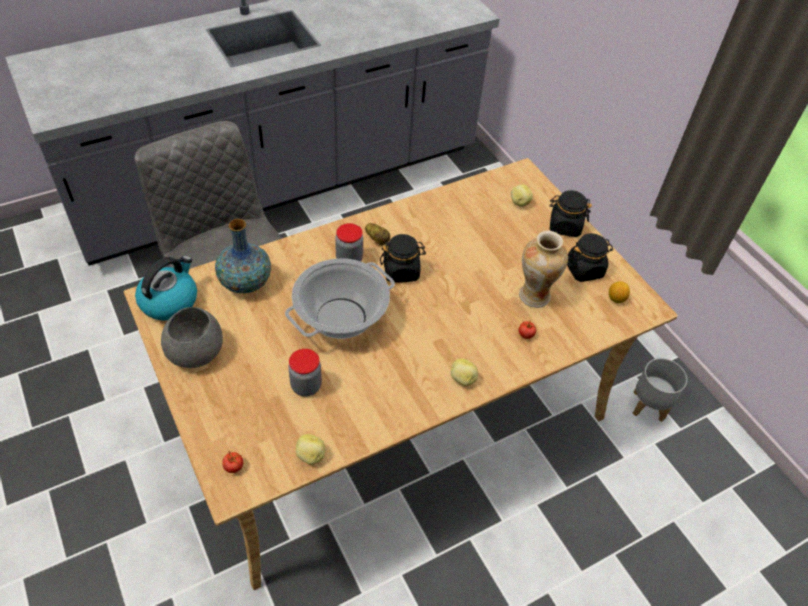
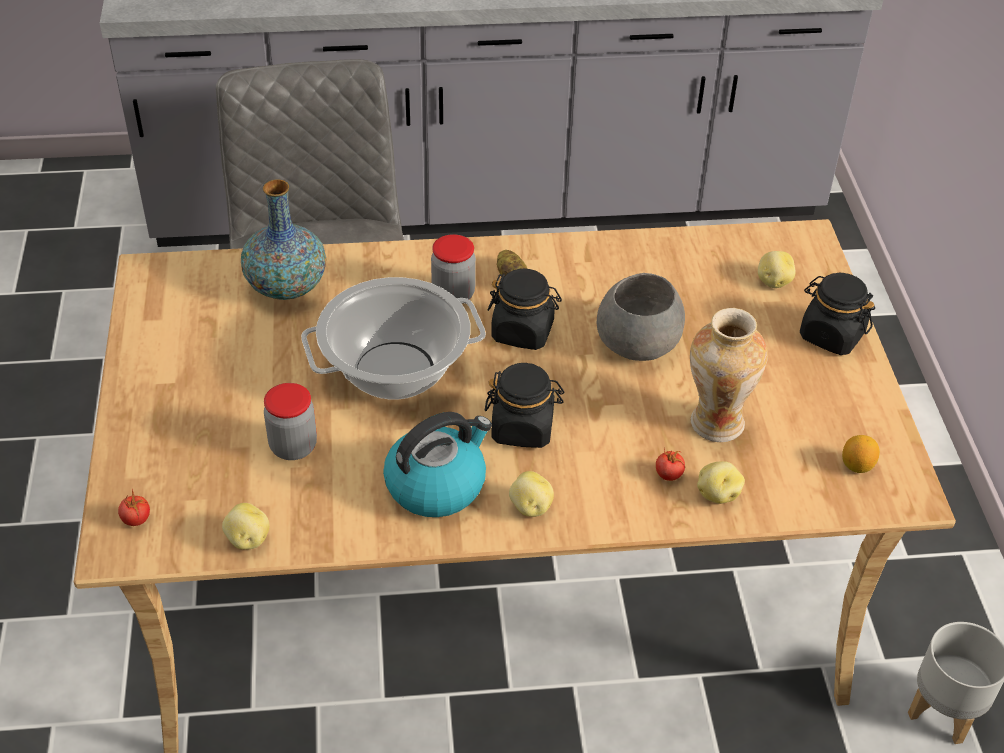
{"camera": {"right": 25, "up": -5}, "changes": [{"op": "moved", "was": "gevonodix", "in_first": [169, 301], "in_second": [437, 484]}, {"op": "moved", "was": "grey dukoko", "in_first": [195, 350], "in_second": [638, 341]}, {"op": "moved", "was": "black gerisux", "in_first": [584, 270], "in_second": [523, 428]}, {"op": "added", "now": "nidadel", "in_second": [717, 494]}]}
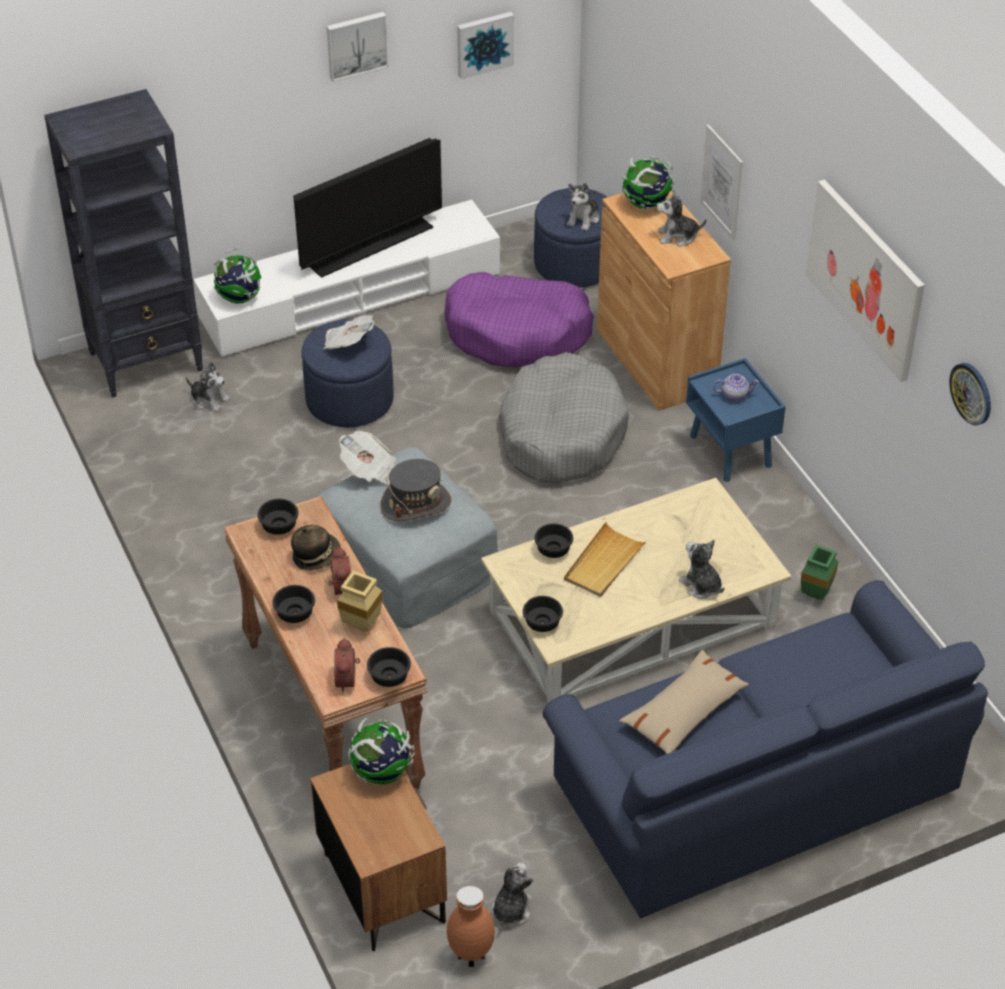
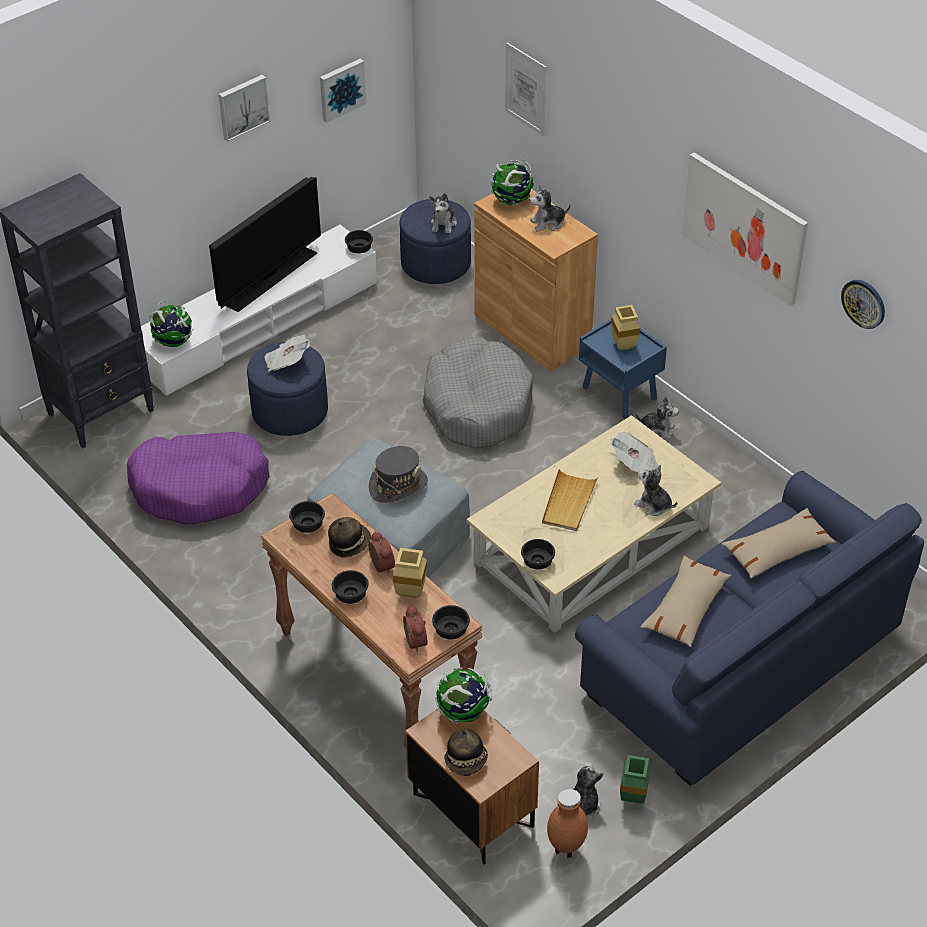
{"camera": {"right": -15, "up": 0}, "changes": [{"op": "moved", "was": "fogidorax", "in_first": [209, 400], "in_second": [657, 429]}, {"op": "moved", "was": "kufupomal", "in_first": [369, 470], "in_second": [635, 464]}, {"op": "moved", "was": "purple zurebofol", "in_first": [518, 333], "in_second": [200, 487]}, {"op": "moved", "was": "black dukoko", "in_first": [552, 550], "in_second": [358, 249]}, {"op": "moved", "was": "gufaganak", "in_first": [721, 182], "in_second": [526, 89]}, {"op": "replaced", "was": "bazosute", "now": "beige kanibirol", "in_first": [735, 395], "in_second": [622, 345]}, {"op": "moved", "was": "green kanibirol", "in_first": [815, 592], "in_second": [632, 796]}, {"op": "added", "now": "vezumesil", "in_second": [466, 761]}, {"op": "added", "now": "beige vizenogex", "in_second": [777, 551]}]}
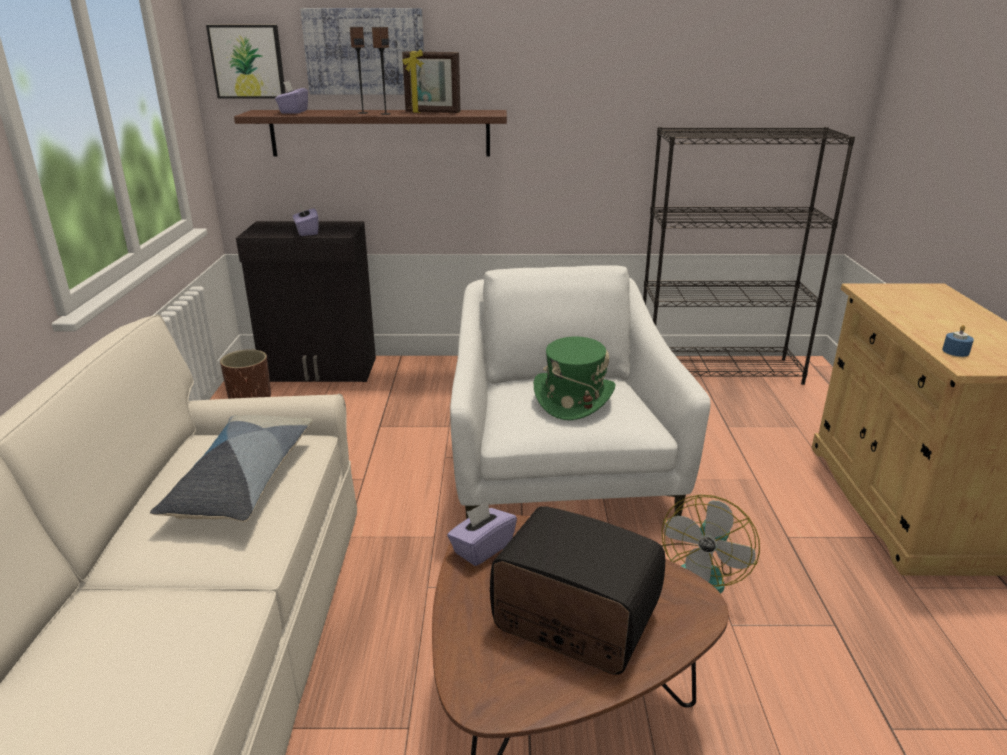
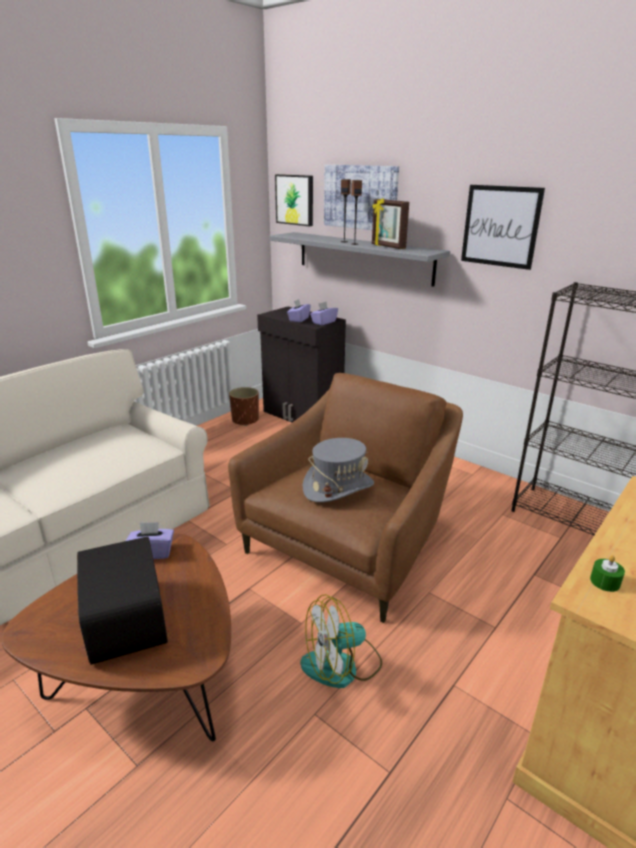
{"camera": {"right": 40, "up": 0}, "changes": [{"op": "removed", "was": "vizenogex", "in_first": [242, 480]}, {"op": "recoloured", "was": "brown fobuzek", "now": "grey fobuzek", "in_first": [380, 133], "in_second": [363, 257]}, {"op": "moved", "was": "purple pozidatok", "in_first": [293, 112], "in_second": [323, 322]}, {"op": "recoloured", "was": "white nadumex", "now": "brown nadumex", "in_first": [559, 472], "in_second": [351, 543]}, {"op": "recoloured", "was": "green vezumesil", "now": "grey vezumesil", "in_first": [573, 398], "in_second": [338, 487]}, {"op": "recoloured", "was": "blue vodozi", "now": "green vodozi", "in_first": [955, 351], "in_second": [605, 582]}, {"op": "added", "now": "gufaganak", "in_second": [500, 226]}]}
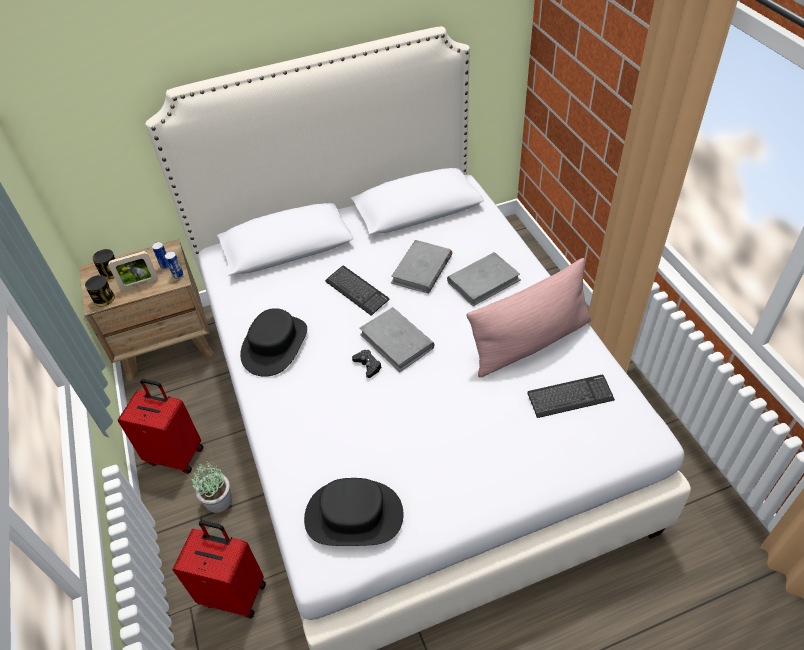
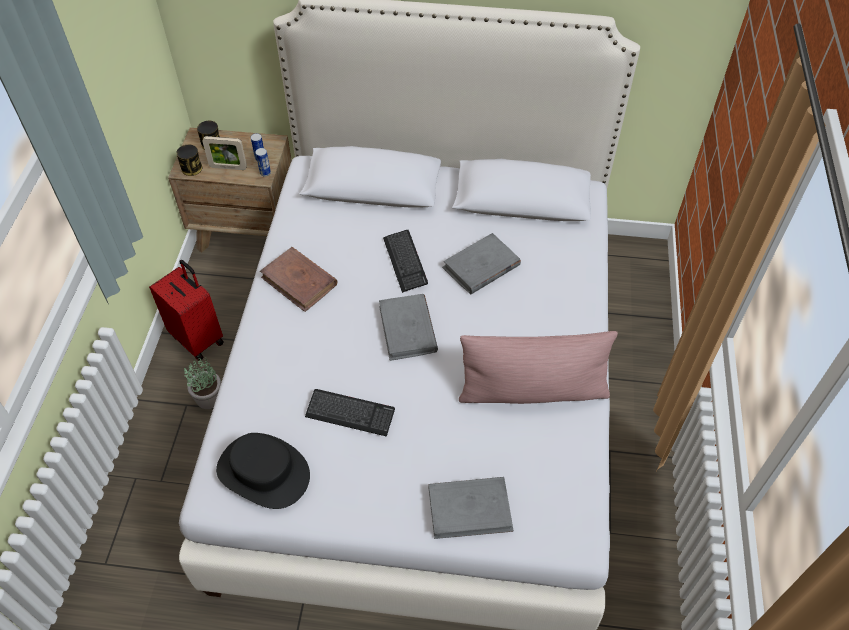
{"camera": {"right": 25, "up": 5}, "changes": [{"op": "removed", "was": "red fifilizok", "in_first": [234, 592]}, {"op": "replaced", "was": "black vezumesil", "now": "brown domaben", "in_first": [274, 345], "in_second": [299, 281]}, {"op": "removed", "was": "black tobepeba", "in_first": [368, 365]}, {"op": "moved", "was": "grey domaben", "in_first": [483, 281], "in_second": [470, 509]}, {"op": "moved", "was": "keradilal", "in_first": [570, 397], "in_second": [350, 413]}]}
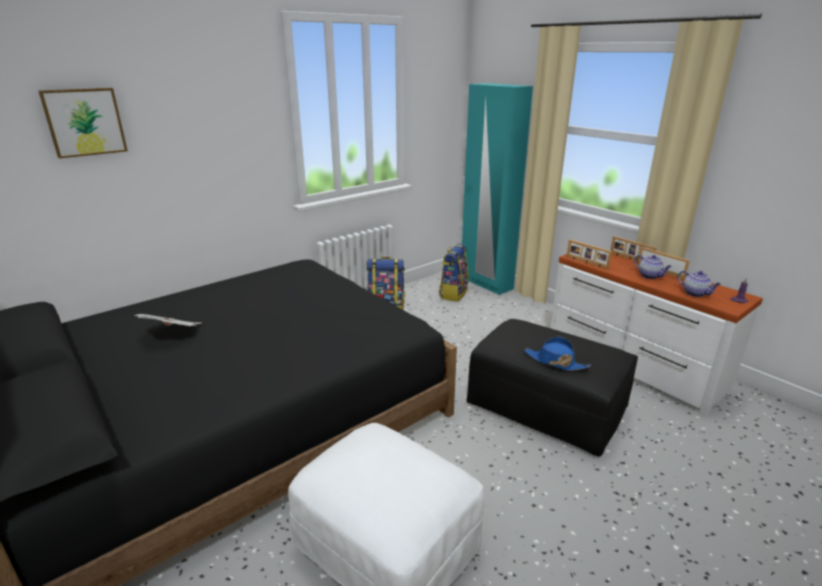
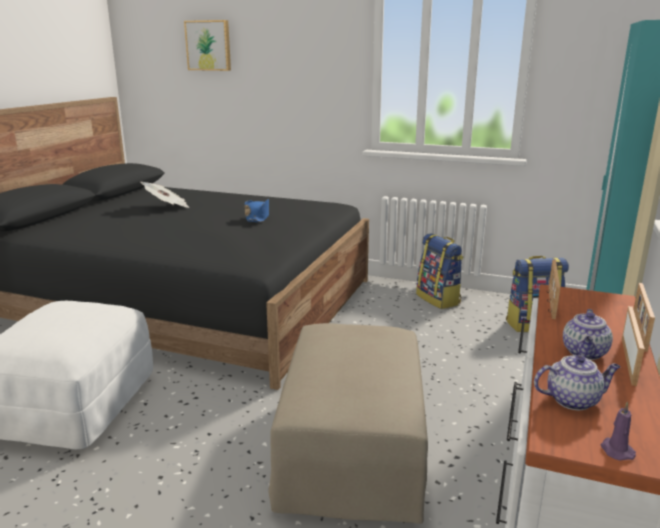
{"camera": {"right": 60, "up": -5}, "changes": [{"op": "recoloured", "was": "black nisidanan", "now": "beige nisidanan", "in_first": [546, 406], "in_second": [352, 449]}, {"op": "moved", "was": "blue vezumesil", "in_first": [555, 362], "in_second": [257, 217]}, {"op": "turned", "was": "bazosute", "in_first": [695, 293], "in_second": [573, 400], "clockwise": -120}]}
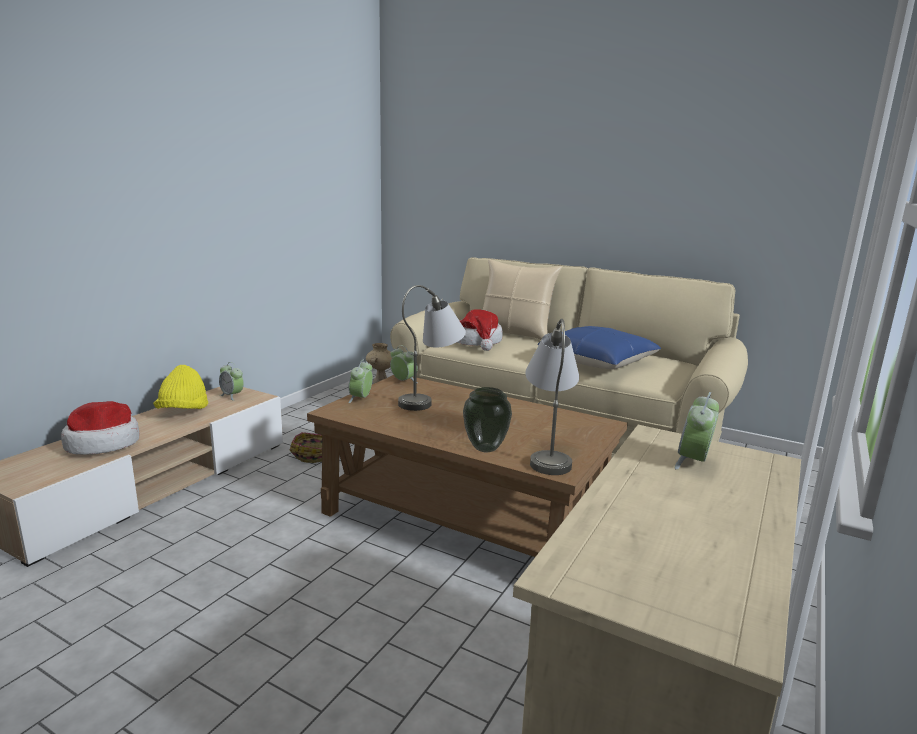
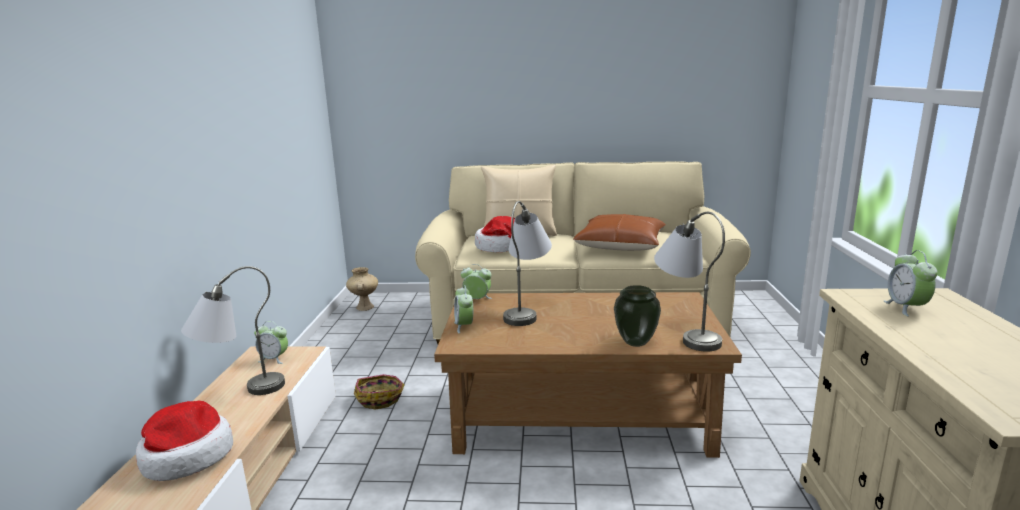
{"camera": {"right": -25, "up": 0}, "changes": [{"op": "replaced", "was": "yellow vezumesil", "now": "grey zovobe", "in_first": [183, 412], "in_second": [240, 392]}, {"op": "recoloured", "was": "blue vizenogex", "now": "brown vizenogex", "in_first": [597, 361], "in_second": [620, 245]}]}
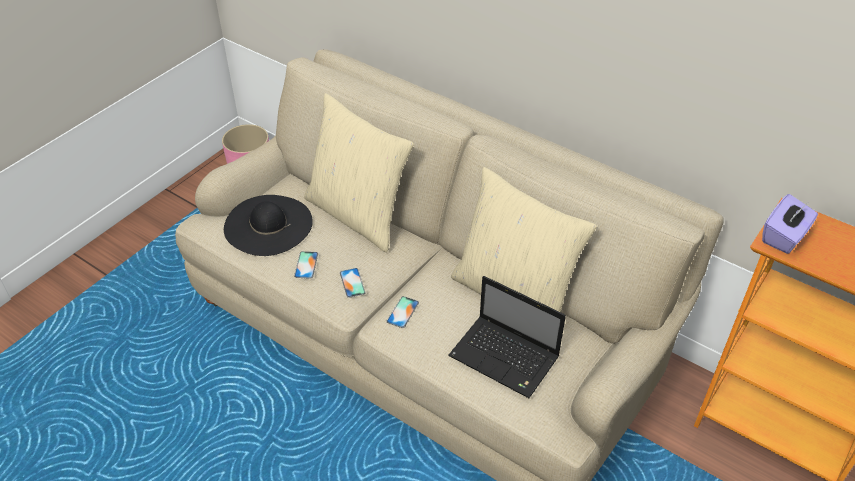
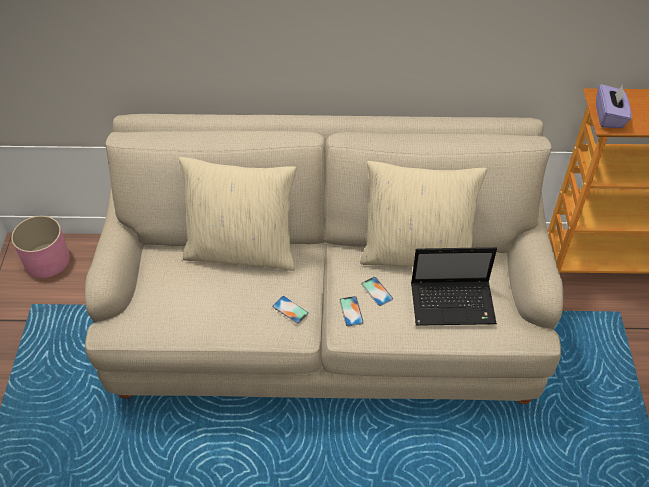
{"camera": {"right": -35, "up": 5}, "changes": [{"op": "removed", "was": "black vezumesil", "in_first": [268, 225]}, {"op": "moved", "was": "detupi", "in_first": [306, 265], "in_second": [377, 291]}]}
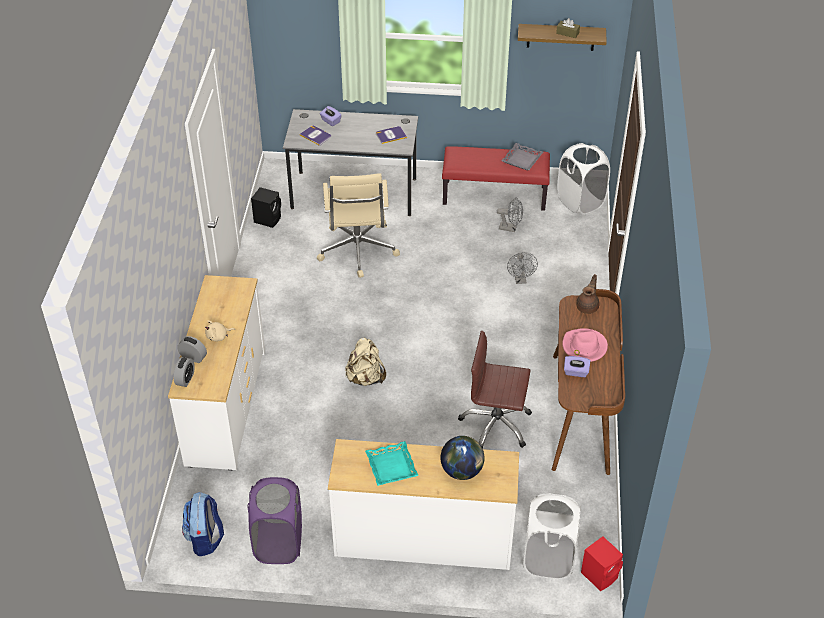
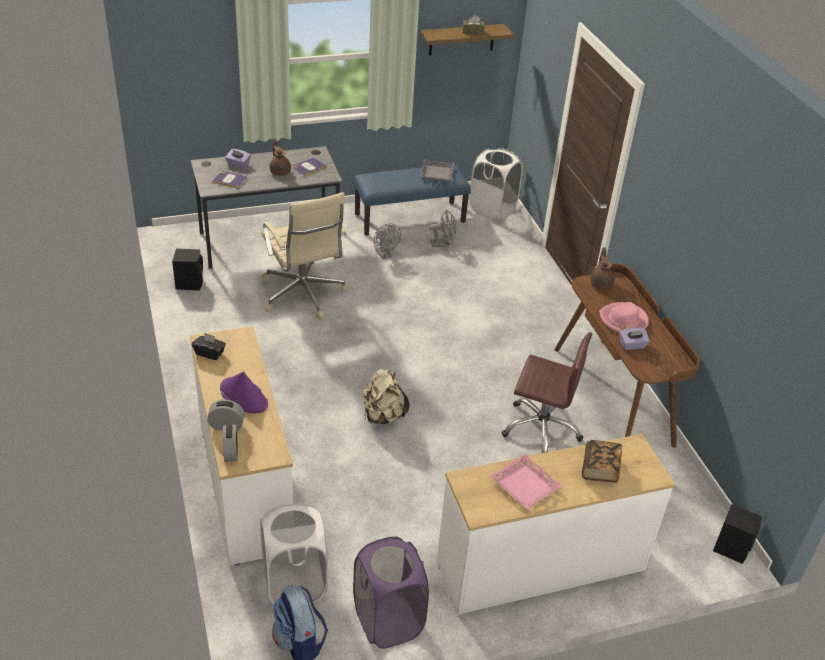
{"camera": {"right": -25, "up": -5}, "changes": [{"op": "replaced", "was": "beige fogidorax", "now": "purple vezumesil", "in_first": [218, 336], "in_second": [244, 396]}, {"op": "recoloured", "was": "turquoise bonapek", "now": "pink bonapek", "in_first": [392, 466], "in_second": [525, 485]}, {"op": "replaced", "was": "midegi", "now": "domaben", "in_first": [462, 471], "in_second": [600, 469]}, {"op": "recoloured", "was": "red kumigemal", "now": "blue kumigemal", "in_first": [495, 195], "in_second": [410, 218]}, {"op": "turned", "was": "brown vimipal", "in_first": [496, 425], "in_second": [541, 428], "clockwise": -150}, {"op": "moved", "was": "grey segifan", "in_first": [520, 280], "in_second": [385, 255]}, {"op": "moved", "was": "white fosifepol", "in_first": [548, 559], "in_second": [294, 584]}, {"op": "recoloured", "was": "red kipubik", "now": "black kipubik", "in_first": [600, 575], "in_second": [731, 547]}, {"op": "added", "now": "black pozidatok", "in_second": [209, 353]}, {"op": "added", "now": "brown bazosute", "in_second": [280, 171]}]}
